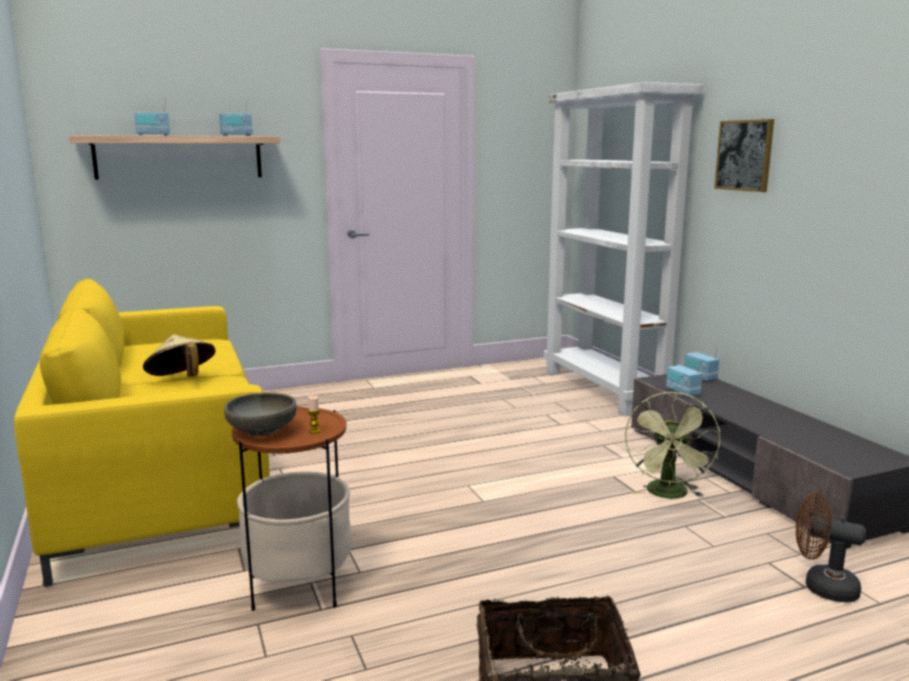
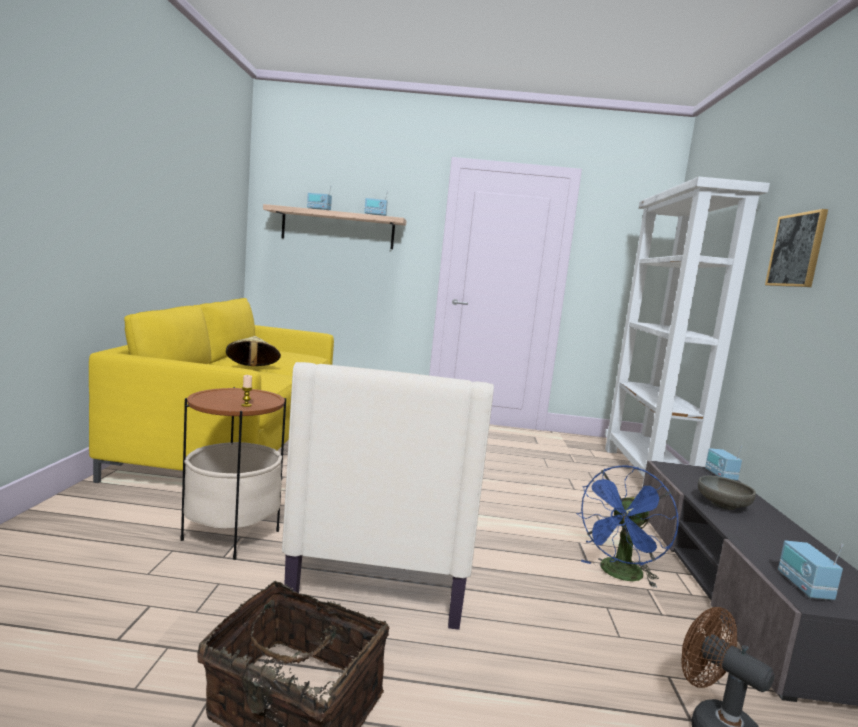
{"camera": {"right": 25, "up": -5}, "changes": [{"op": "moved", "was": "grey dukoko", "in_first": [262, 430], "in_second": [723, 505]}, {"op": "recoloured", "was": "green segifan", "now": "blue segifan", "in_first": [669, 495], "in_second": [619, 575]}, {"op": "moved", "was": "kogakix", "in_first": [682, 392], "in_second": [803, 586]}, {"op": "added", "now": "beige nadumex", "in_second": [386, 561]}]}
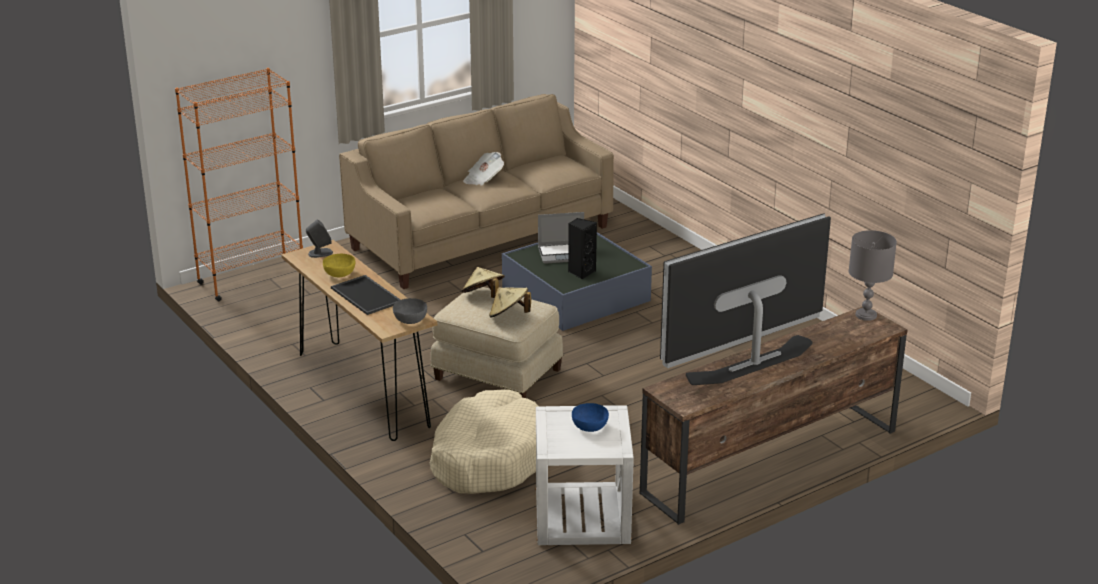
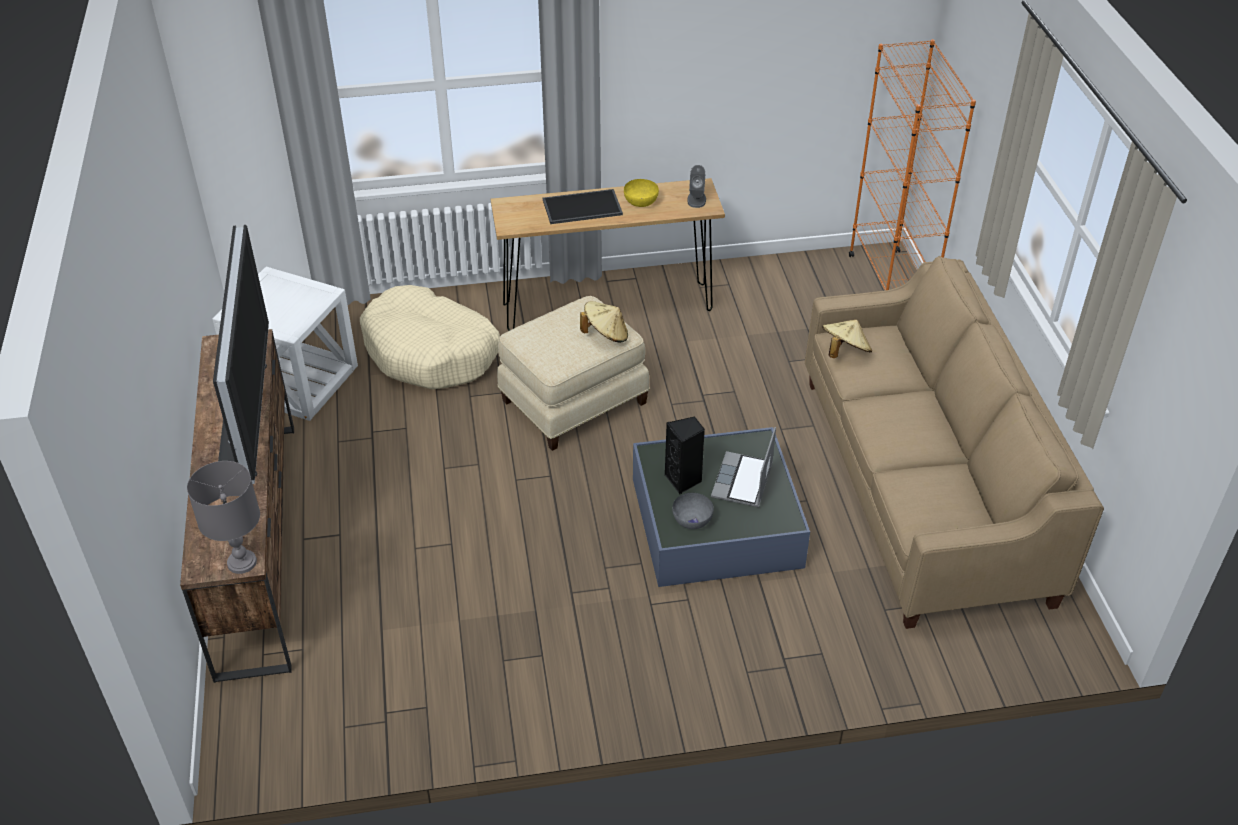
{"camera": {"right": 115, "up": 15}, "changes": [{"op": "moved", "was": "grey dukoko", "in_first": [410, 320], "in_second": [692, 519]}, {"op": "removed", "was": "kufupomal", "in_first": [483, 179]}, {"op": "moved", "was": "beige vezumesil", "in_first": [509, 315], "in_second": [844, 352]}, {"op": "removed", "was": "blue dukoko", "in_first": [589, 427]}]}
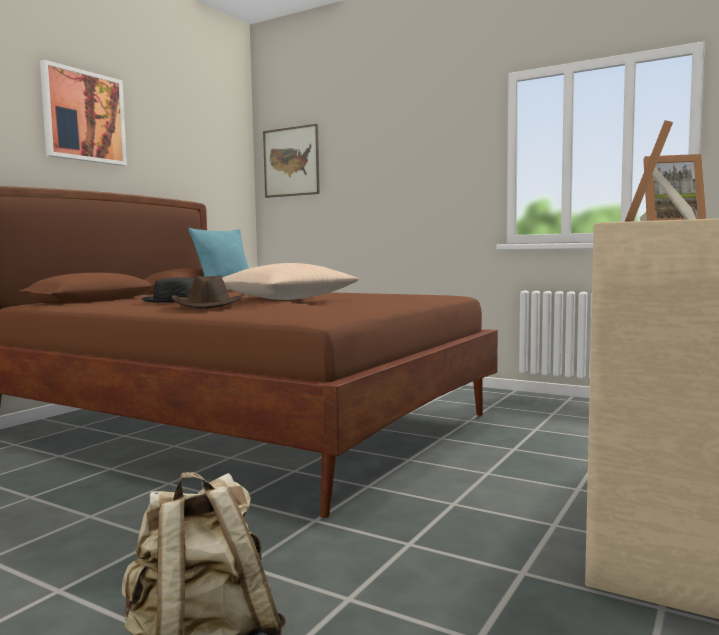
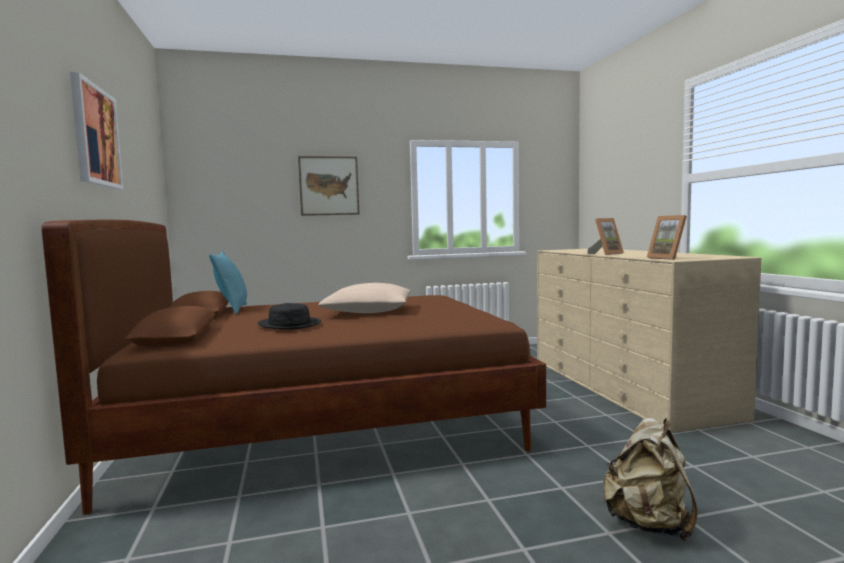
{"camera": {"right": -45, "up": 0}, "changes": [{"op": "removed", "was": "brown vezumesil", "in_first": [209, 306]}, {"op": "moved", "was": "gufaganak", "in_first": [291, 162], "in_second": [329, 186]}]}
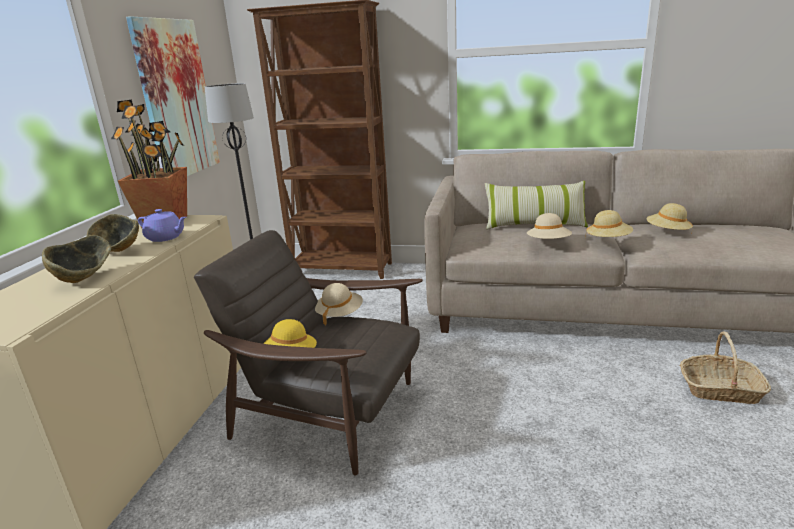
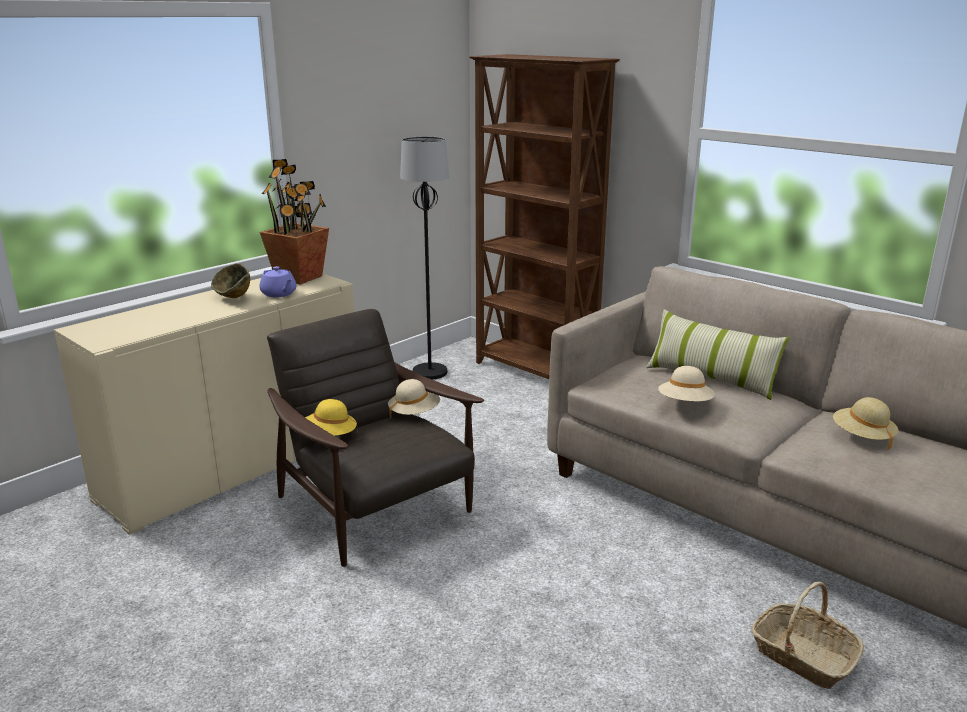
{"camera": {"right": 30, "up": 0}, "changes": [{"op": "removed", "was": "dukoko", "in_first": [84, 279]}, {"op": "removed", "was": "gufaganak", "in_first": [176, 99]}, {"op": "removed", "was": "beige vezumesil", "in_first": [608, 240]}]}
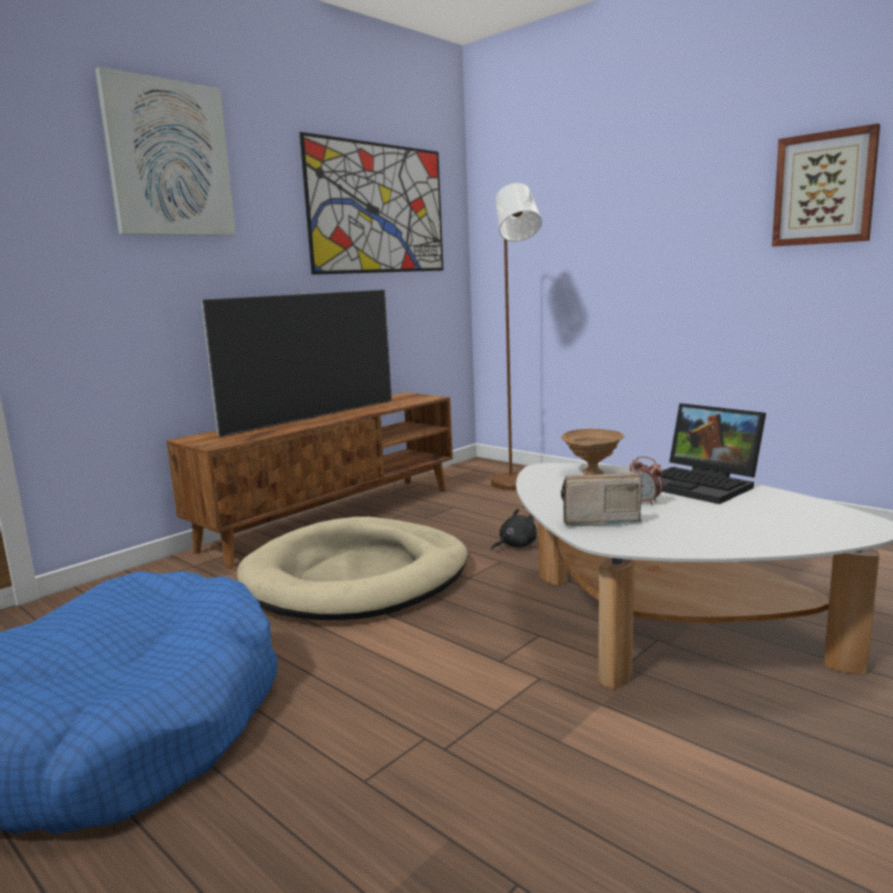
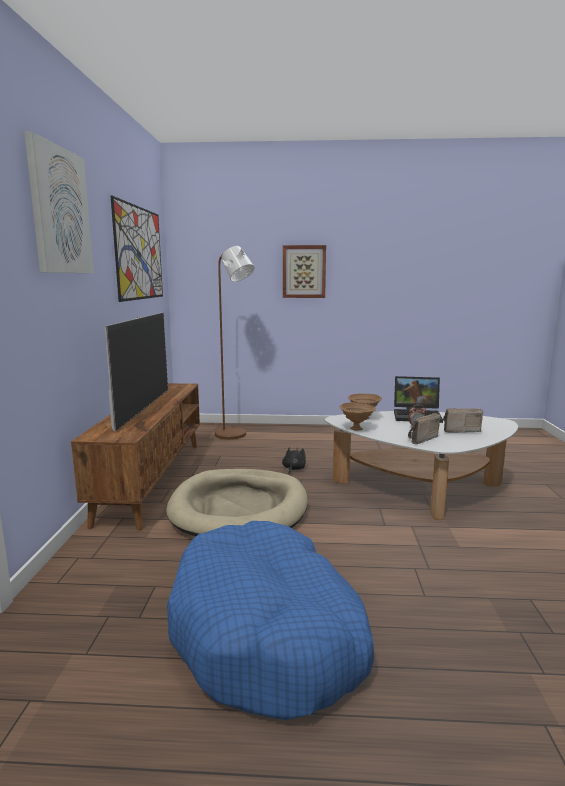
{"camera": {"right": -40, "up": 0}, "changes": [{"op": "moved", "was": "gufaganak", "in_first": [824, 189], "in_second": [304, 271]}, {"op": "added", "now": "brown dukoko", "in_second": [356, 428]}, {"op": "added", "now": "kogakix", "in_second": [459, 430]}]}
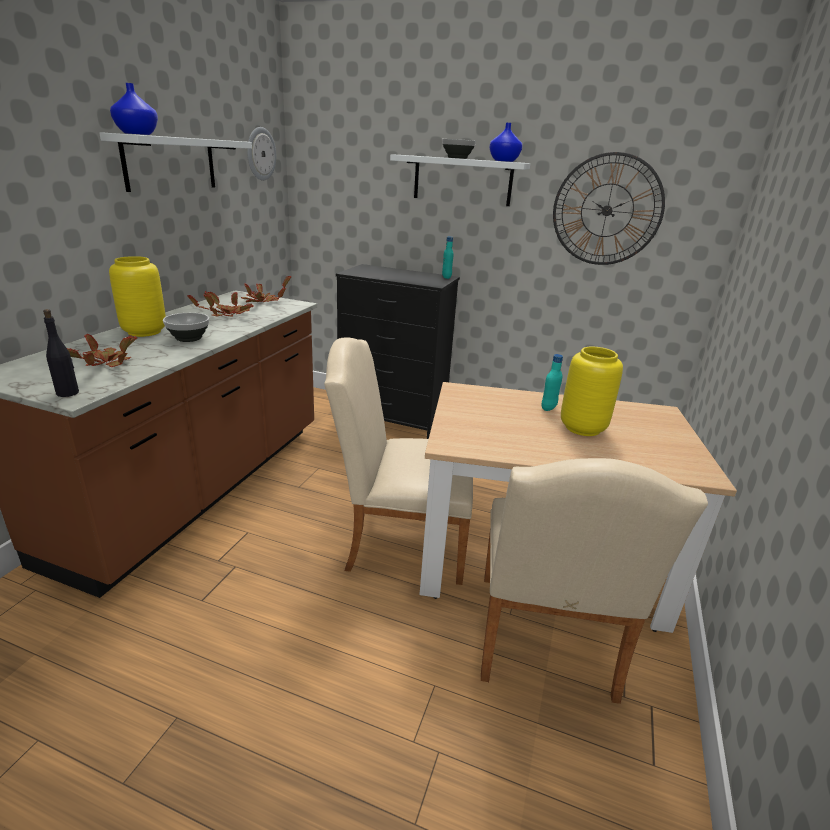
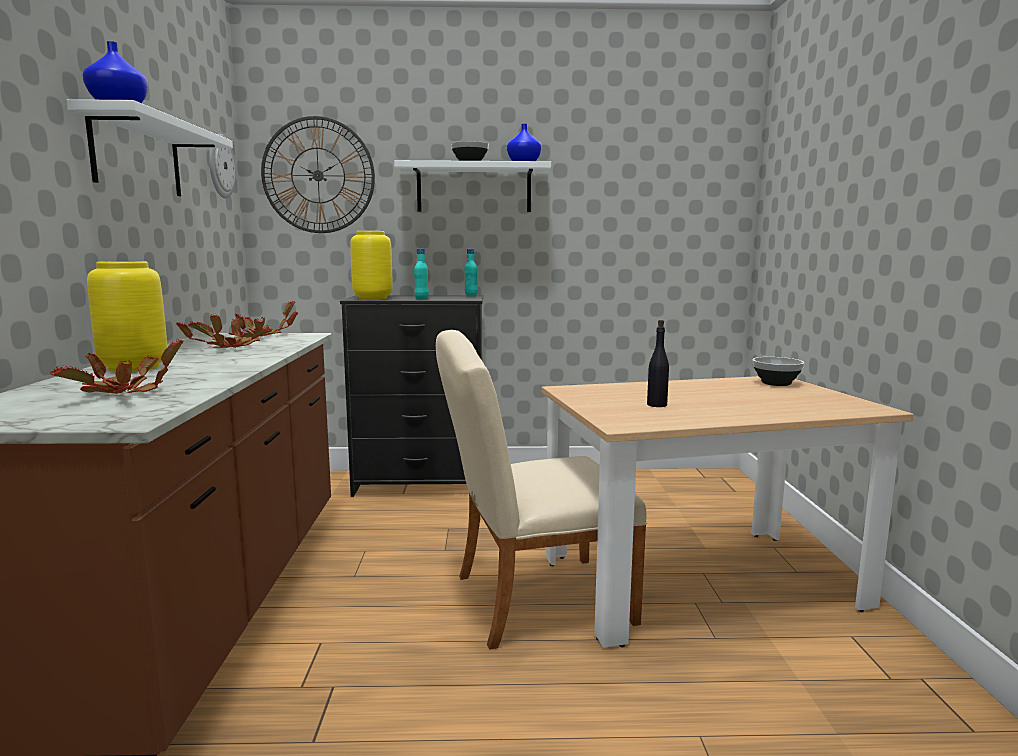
{"camera": {"right": -20, "up": -15}, "changes": [{"op": "moved", "was": "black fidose", "in_first": [68, 393], "in_second": [657, 405]}, {"op": "moved", "was": "dukoko", "in_first": [188, 338], "in_second": [775, 383]}, {"op": "removed", "was": "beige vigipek", "in_first": [544, 642]}, {"op": "moved", "was": "turquoise fidose", "in_first": [548, 408], "in_second": [421, 299]}, {"op": "moved", "was": "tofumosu", "in_first": [607, 210], "in_second": [318, 175]}, {"op": "moved", "was": "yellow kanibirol", "in_first": [582, 428], "in_second": [372, 298]}]}
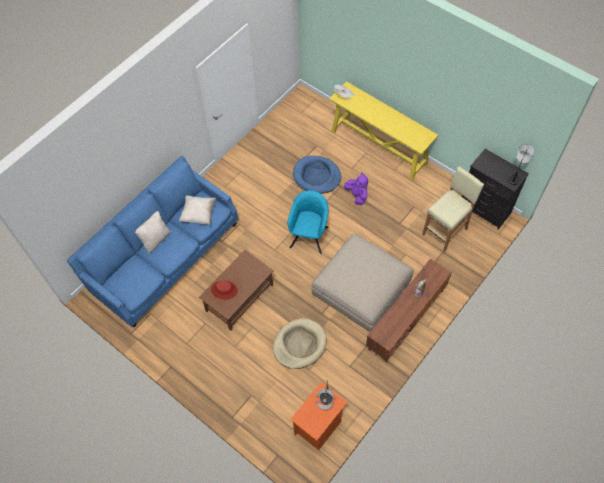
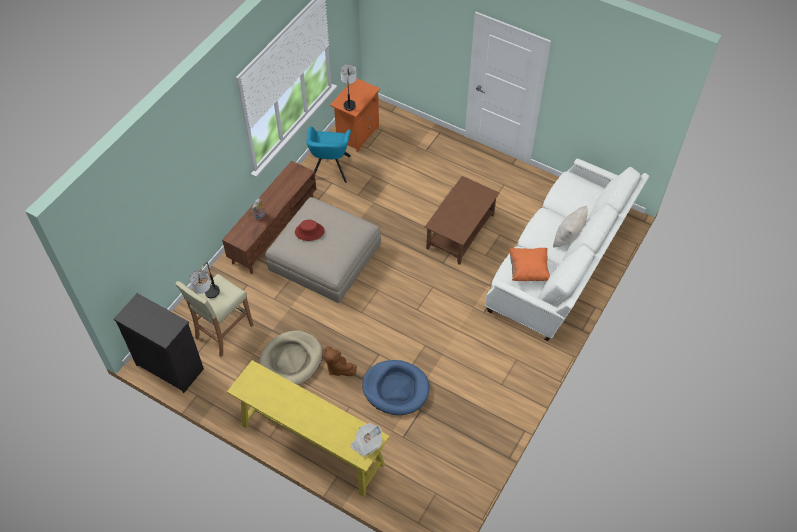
{"camera": {"right": 170, "up": -5}, "changes": [{"op": "recoloured", "was": "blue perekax", "now": "white perekax", "in_first": [164, 256], "in_second": [560, 265]}, {"op": "recoloured", "was": "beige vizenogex", "now": "orange vizenogex", "in_first": [198, 214], "in_second": [528, 270]}, {"op": "moved", "was": "red vezumesil", "in_first": [224, 290], "in_second": [309, 232]}, {"op": "moved", "was": "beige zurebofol", "in_first": [299, 344], "in_second": [291, 360]}, {"op": "moved", "was": "turquoise nadumex", "in_first": [309, 235], "in_second": [330, 169]}, {"op": "recoloured", "was": "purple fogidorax", "now": "brown fogidorax", "in_first": [357, 195], "in_second": [338, 367]}, {"op": "moved", "was": "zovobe", "in_first": [516, 175], "in_second": [208, 298]}]}
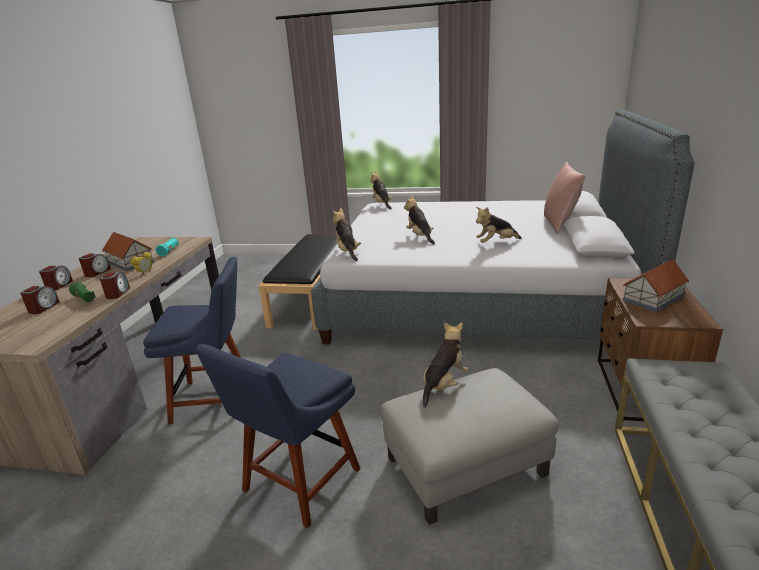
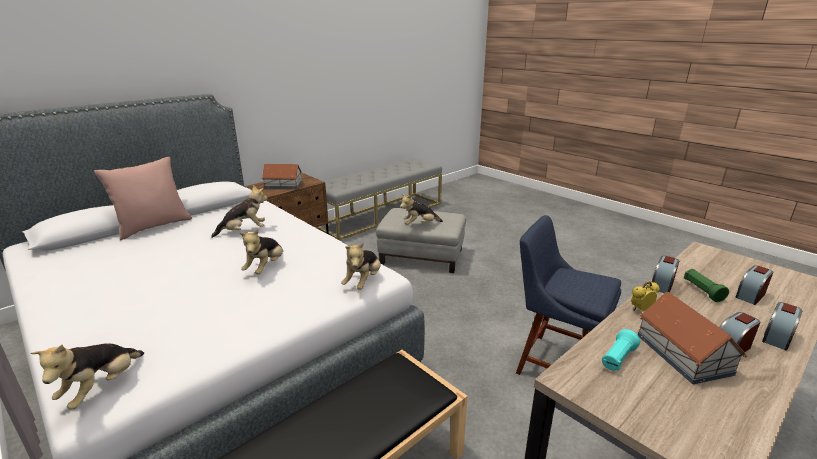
{"camera": {"right": -145, "up": 0}, "changes": [{"op": "removed", "was": "blue vigipek", "in_first": [297, 483]}, {"op": "turned", "was": "fogidorax", "in_first": [496, 243], "in_second": [244, 231], "clockwise": -45}]}
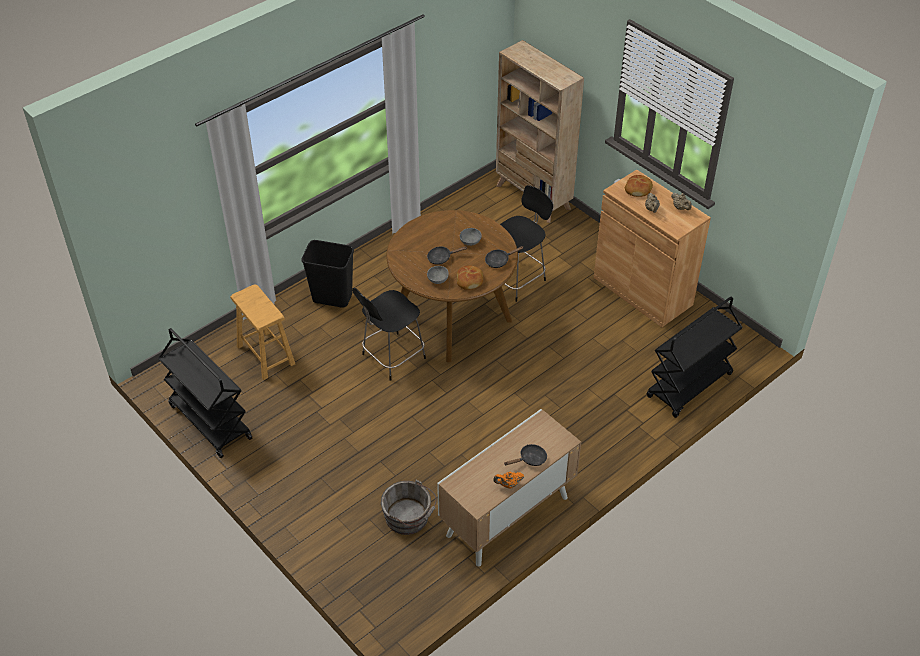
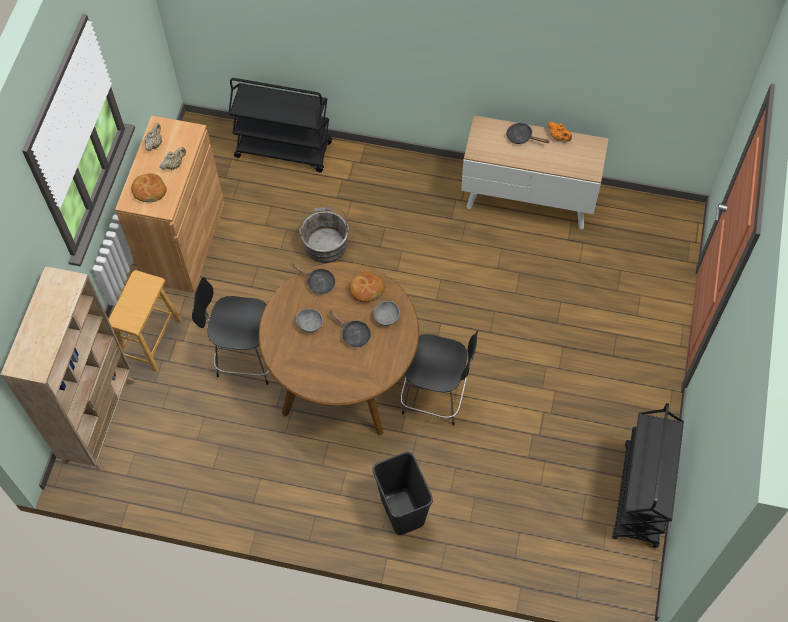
{"camera": {"right": -125, "up": 15}, "changes": [{"op": "moved", "was": "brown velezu", "in_first": [266, 355], "in_second": [150, 339]}, {"op": "moved", "was": "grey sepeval", "in_first": [409, 518], "in_second": [325, 242]}]}
